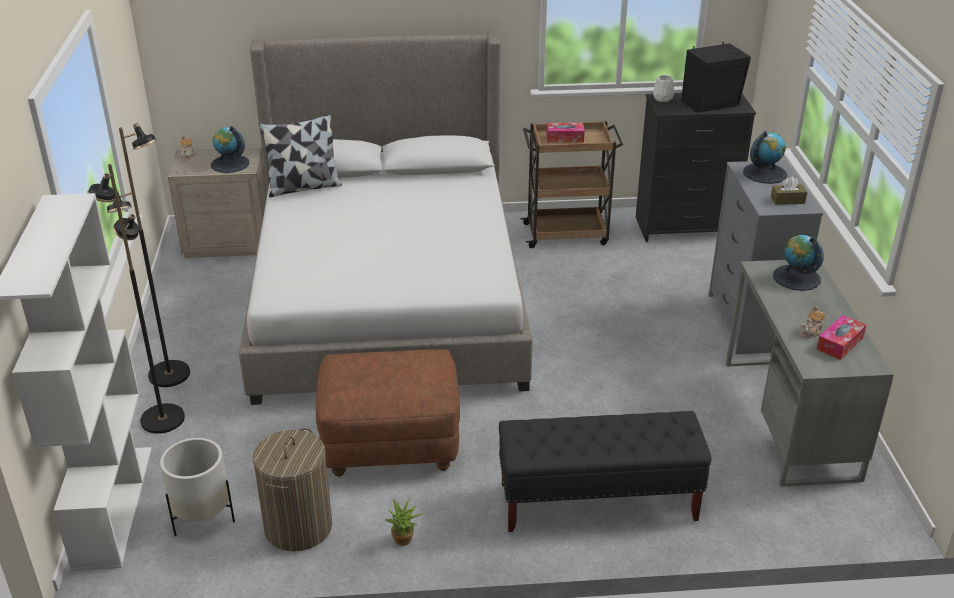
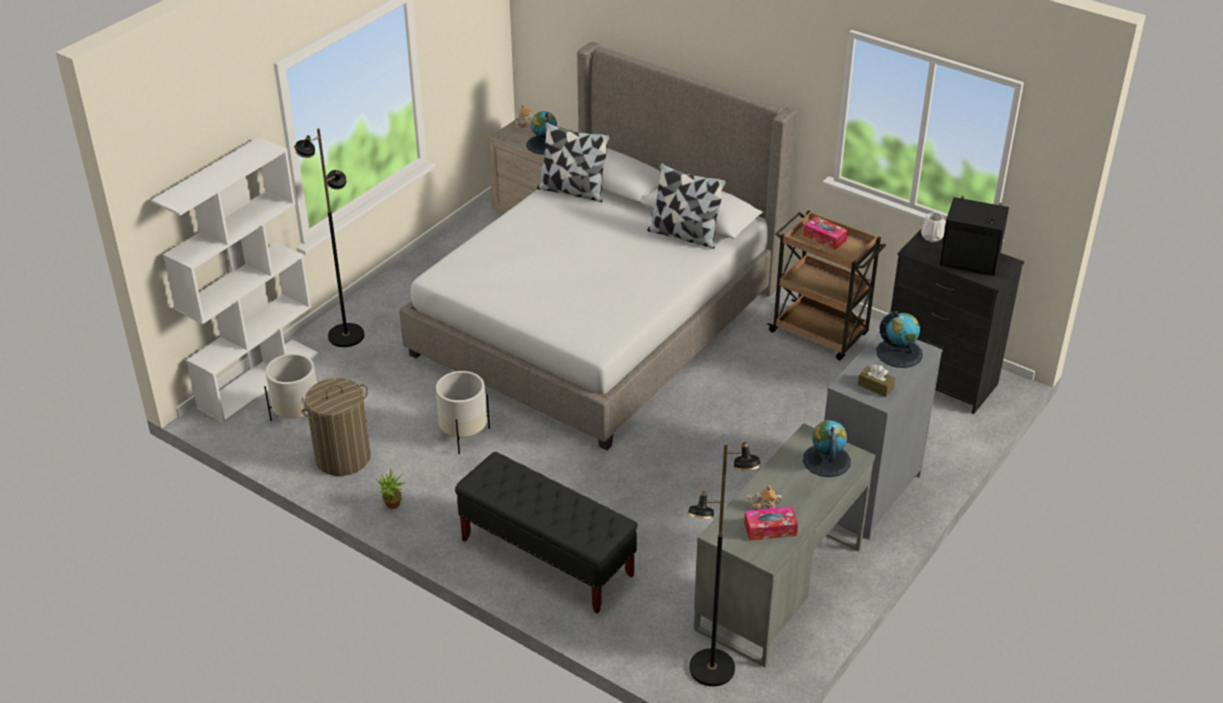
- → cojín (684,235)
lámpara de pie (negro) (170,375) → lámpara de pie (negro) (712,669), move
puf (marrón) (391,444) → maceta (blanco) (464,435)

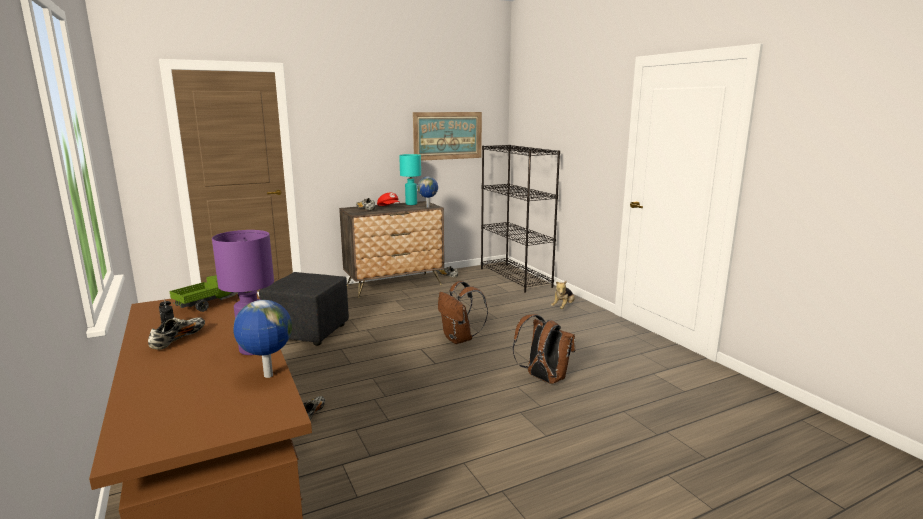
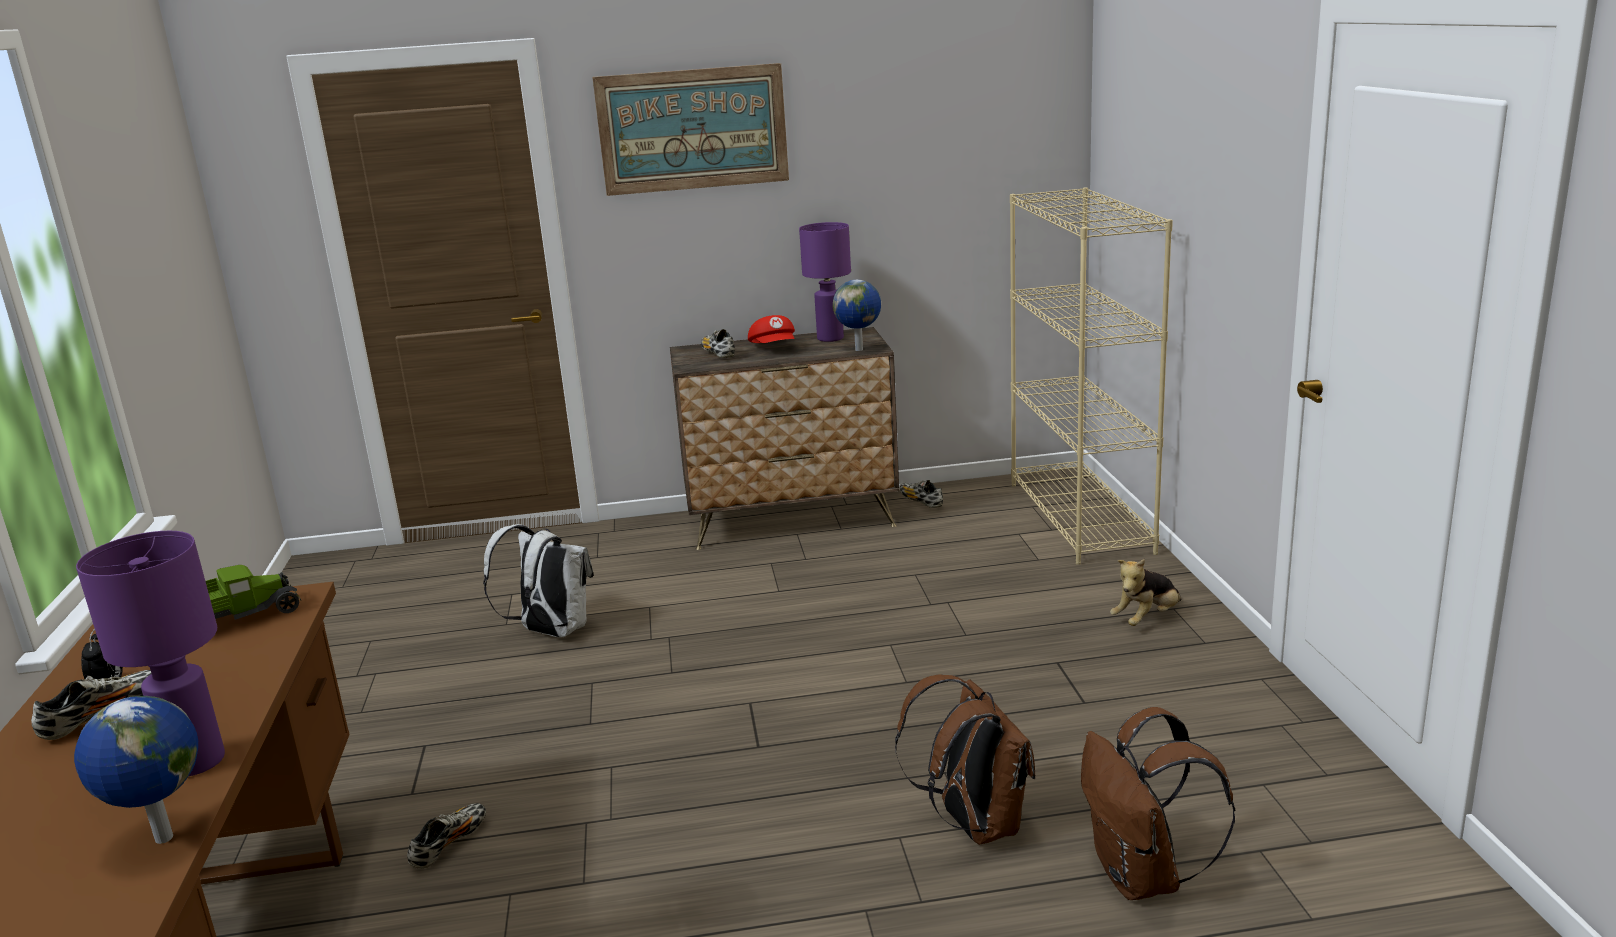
cuadro (448,135) → cuadro (692,129), move
mochila (marrón) (459,339) → mochila (marrón) (1142,877), move
puf (negro) (307,332) → mochila (blanco) (551,632)
lámpara de mesa (turquesa) (411,204) → lámpara de mesa (morado) (829,338)
estantería (negro) (515,277) → estantería (beis) (1080,517)

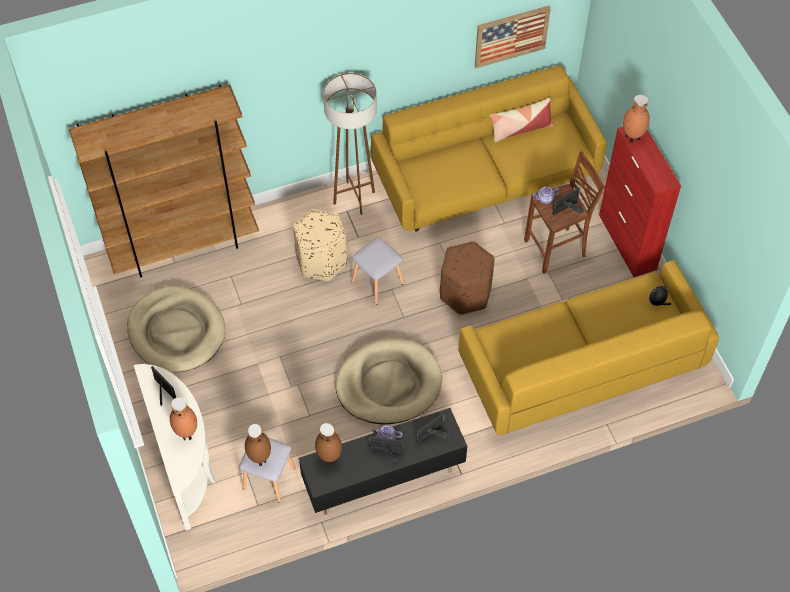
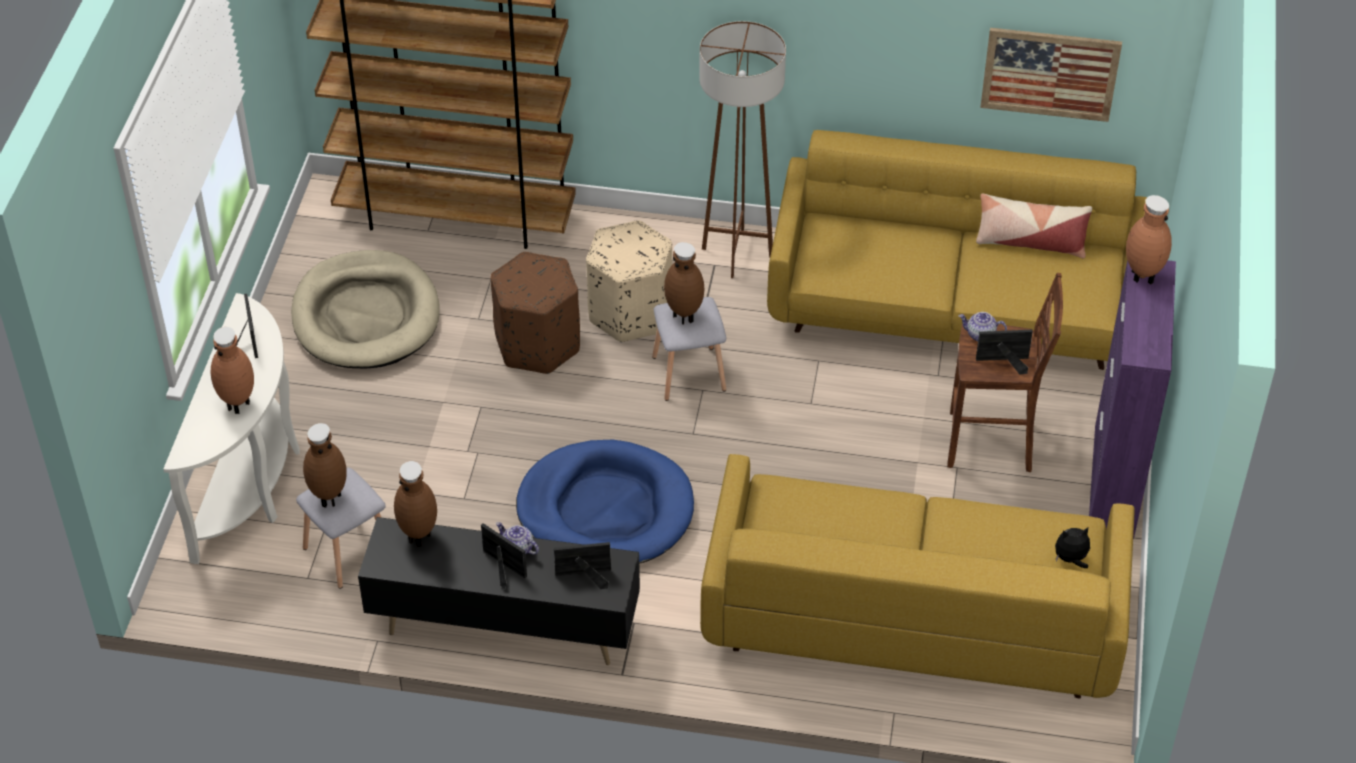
- → florero (marrón) (685,316)
puf (marrón) (465,293) → puf (marrón) (538,344), move
cama para perro (beis) (388,384) → cama para perro (azul) (605,510)
armario (rojo) (627,242) → armario (morado) (1113,481)

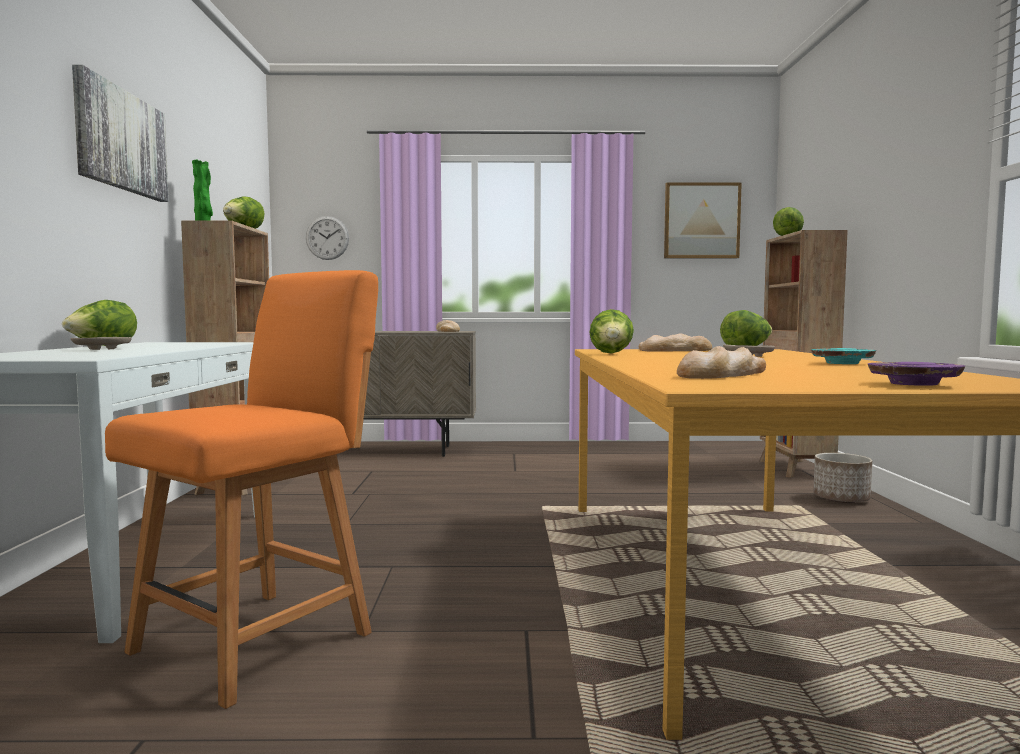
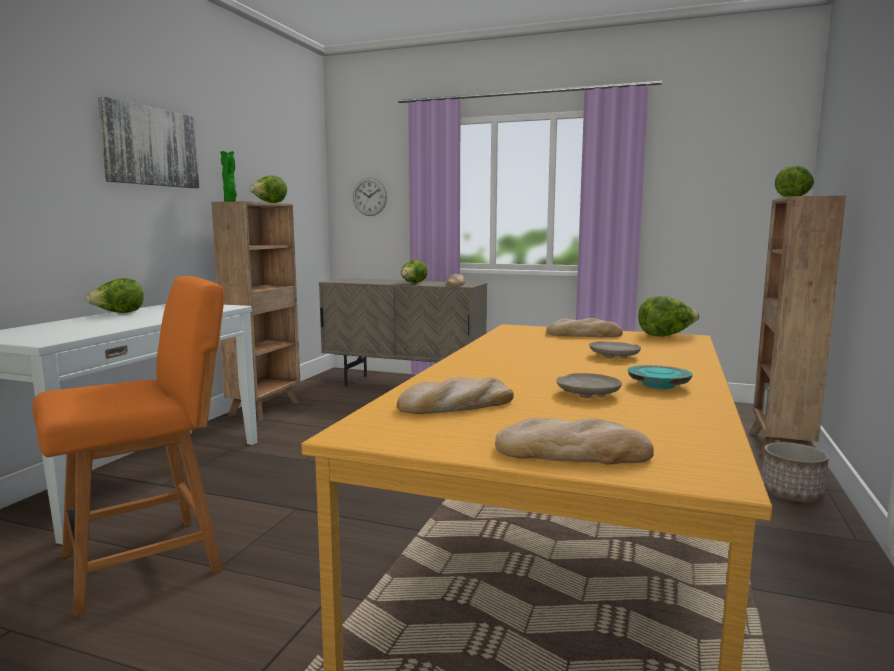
cuadro (701,221) → -
plato (beis) (102,349) → plato (beis) (587,394), move
lechuga (611,353) → lechuga (413,283), move
plato (morado) (913,384) → pan (572,452)

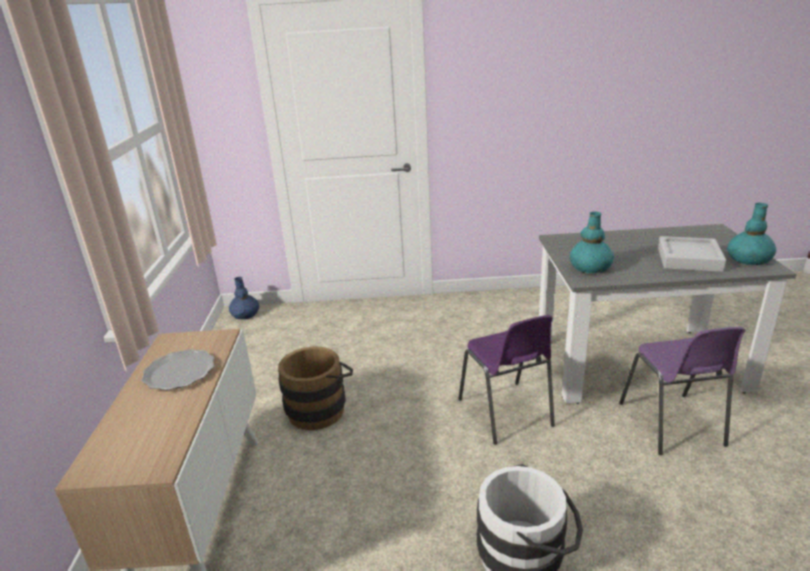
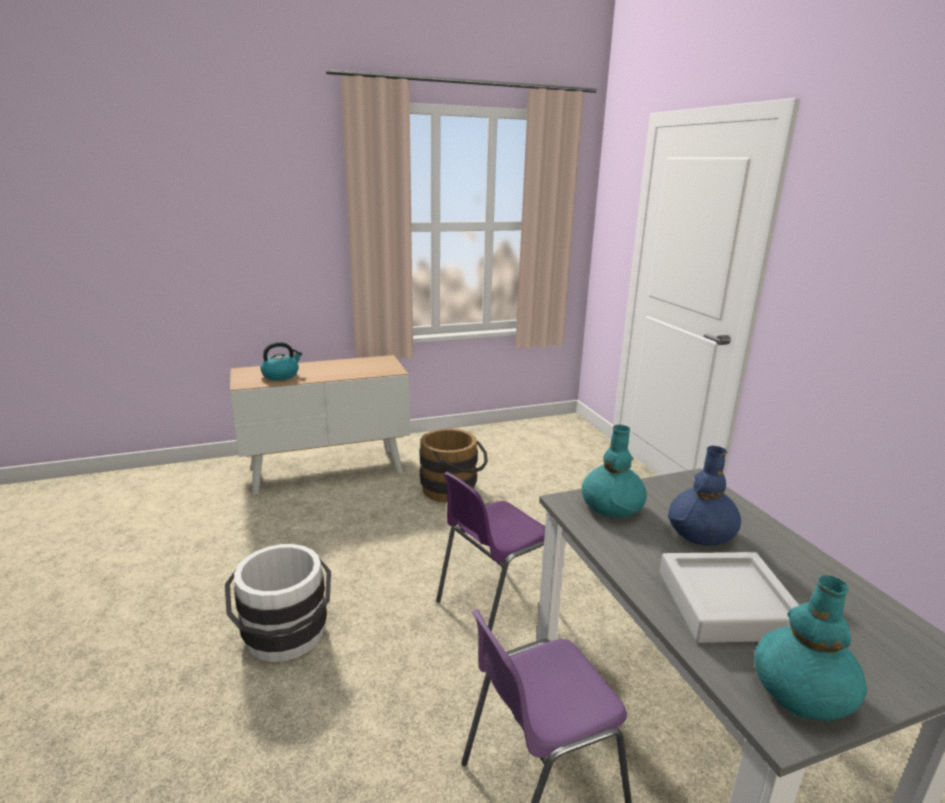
plato (179,373) → -
- → hervidor (281,375)
florero (azul) (245,314) → florero (azul) (701,532), move

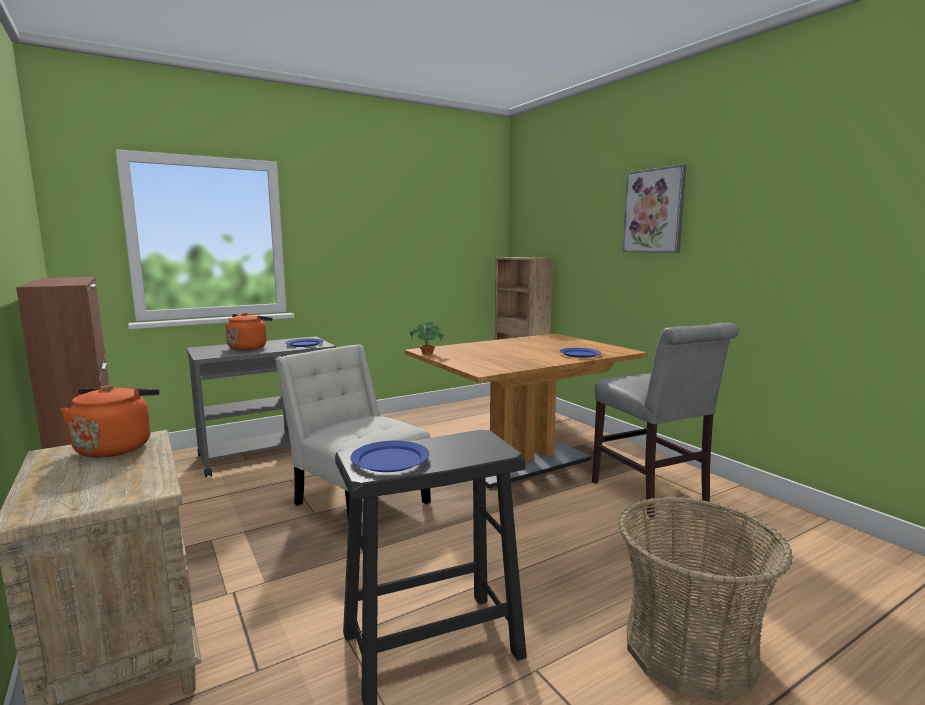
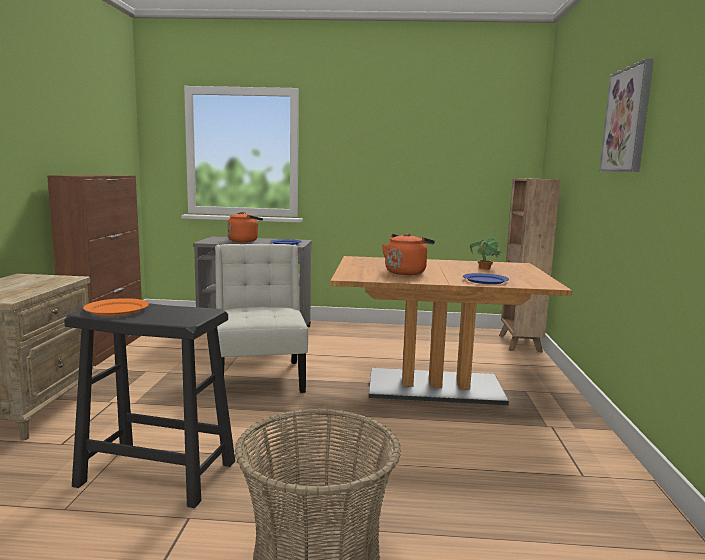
silla (gris) (653,494) → -
hervidor (naranja) (116,447) → hervidor (naranja) (406,272), move
planta en maceta (427,353) → planta en maceta (484,268), move
plato (azul) (389,460) → plato (naranja) (116,309)

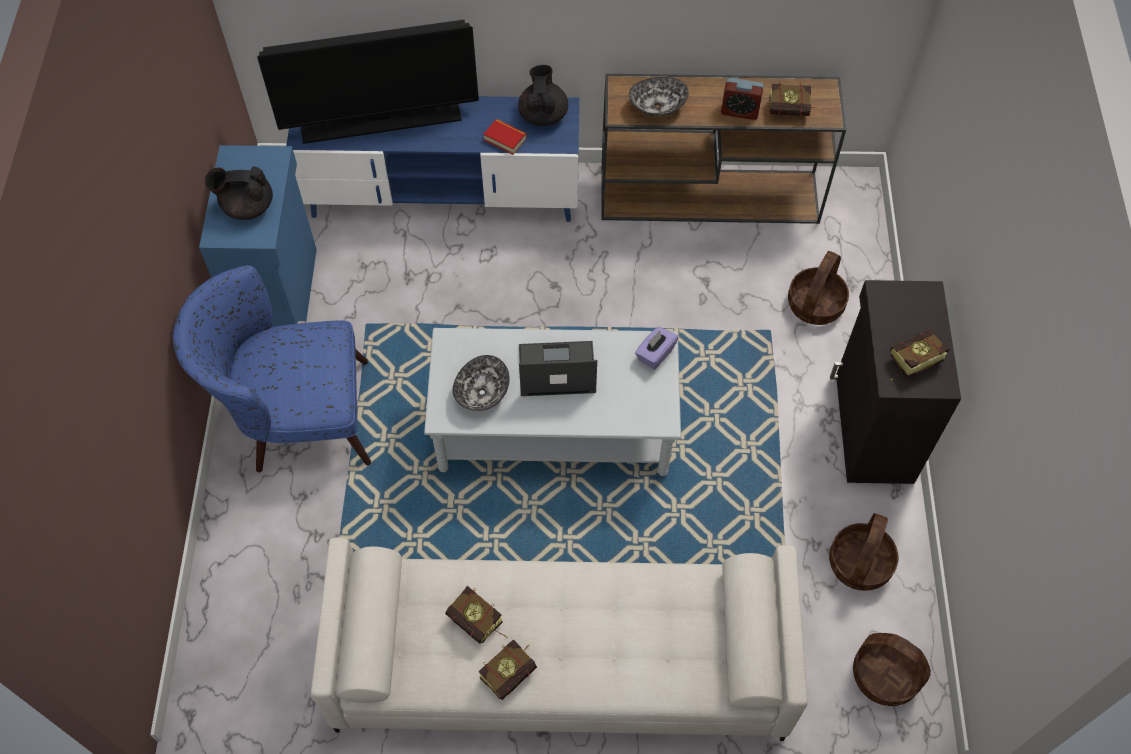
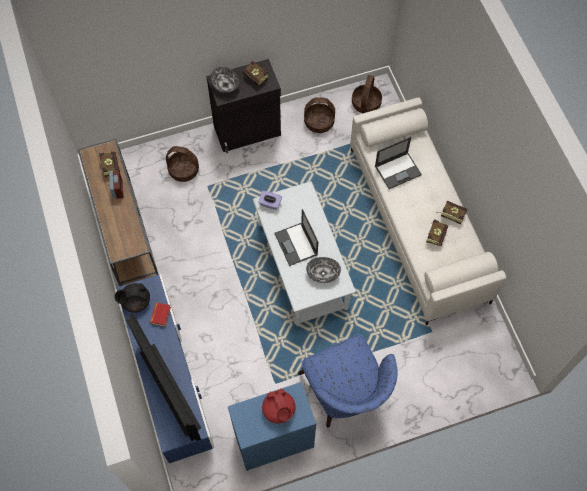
- → portátil (398,170)
cuenco (657,107) → cuenco (225,85), move
tetera (negro) (247,206) → tetera (rojo) (279,410)

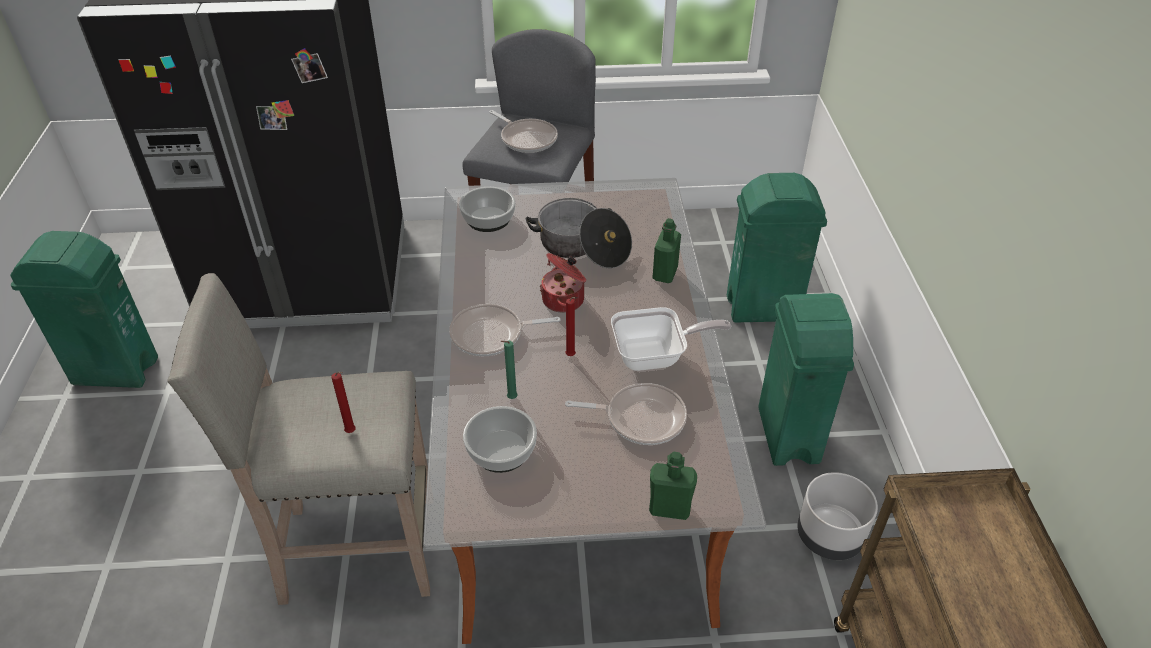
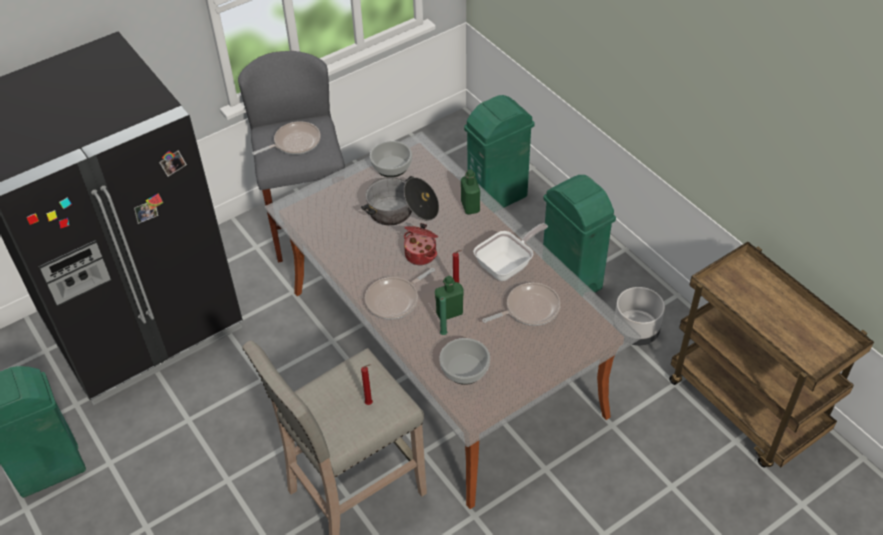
cuenco (488,219) → cuenco (391,166), move
botella (verde) (669,508) → botella (verde) (449,313), move
sartén (526,139) → sartén (294,143), 45 degrees counterclockwise

